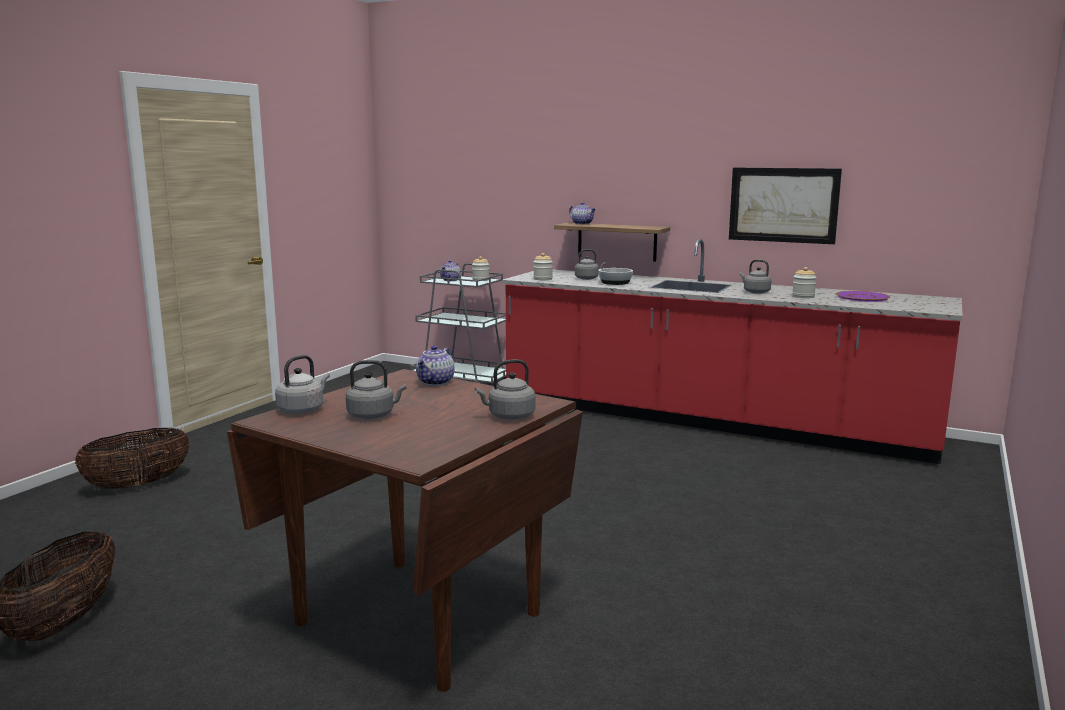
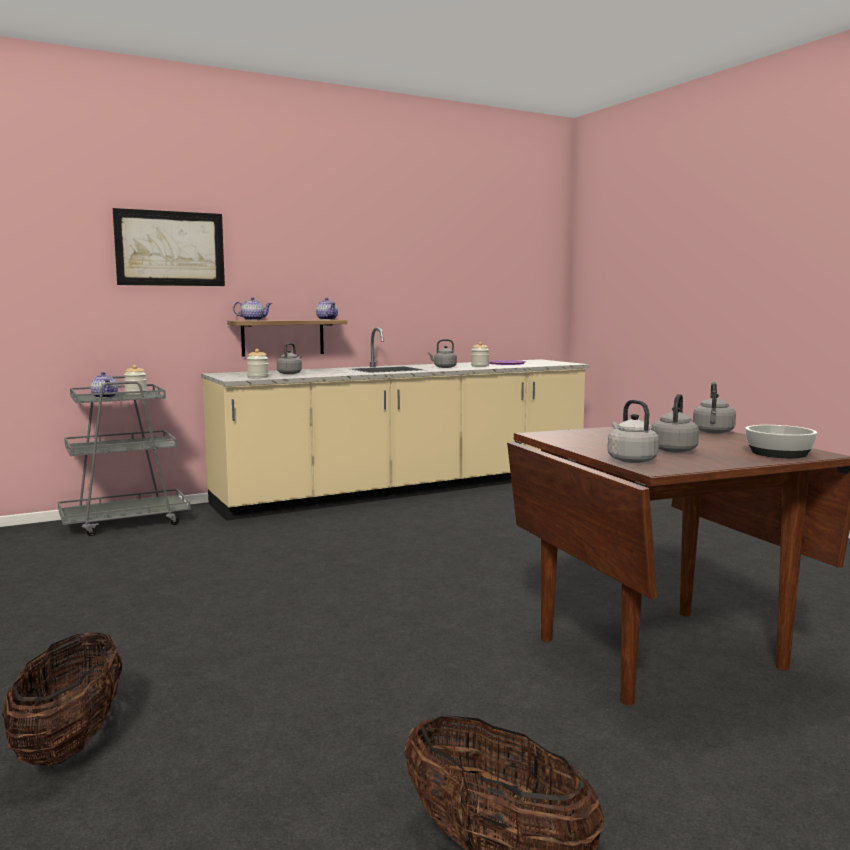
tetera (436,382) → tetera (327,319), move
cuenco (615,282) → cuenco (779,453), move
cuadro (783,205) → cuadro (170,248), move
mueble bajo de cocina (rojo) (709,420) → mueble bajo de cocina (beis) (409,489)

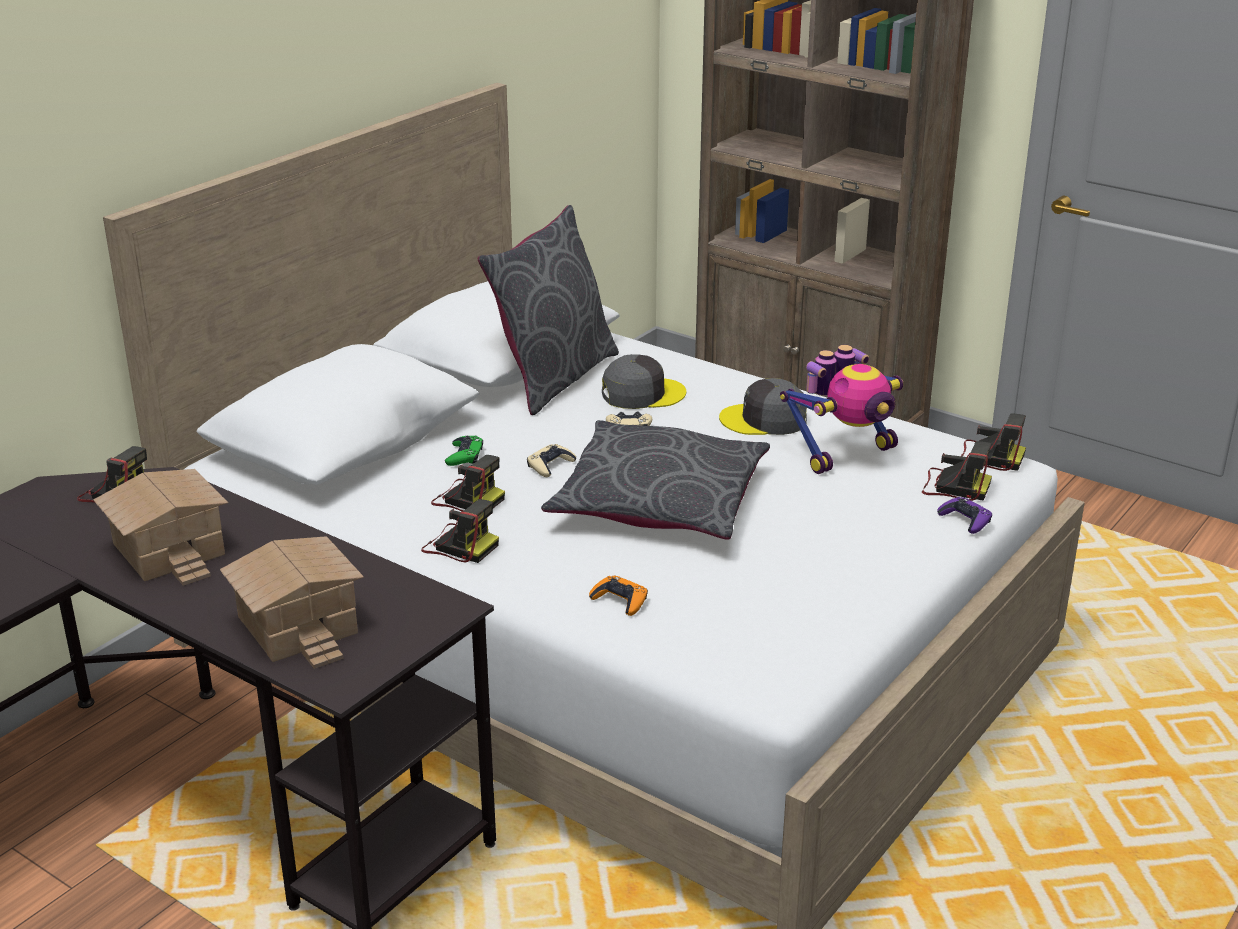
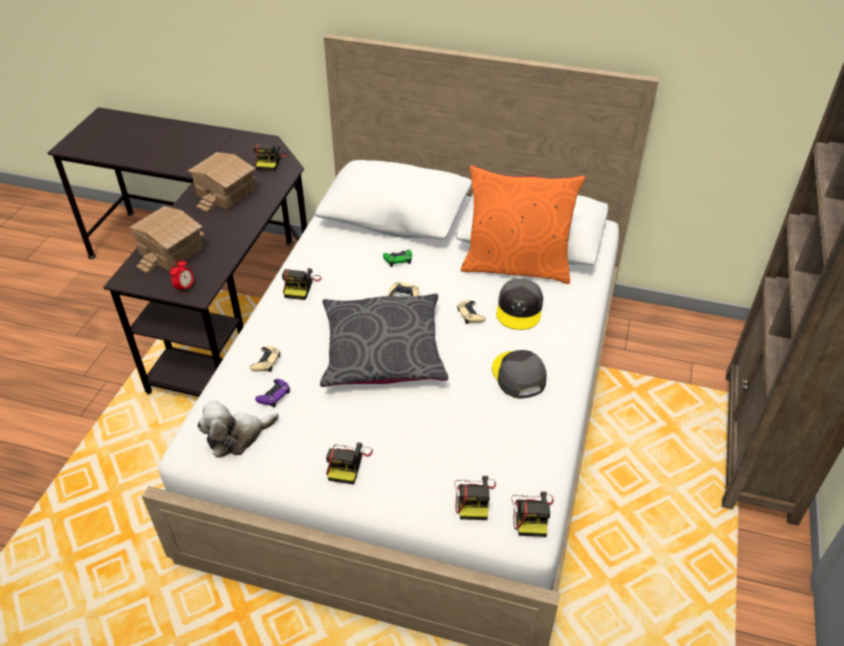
robot de juguete (844,453) → -
- → despertador (185,288)
- → peluche (237,437)
cámara (467,499) → cámara (348,463), move
mando de consola (morado) (965,520) → mando de consola (morado) (274,395), move
cojín (gris) (553,378) → cojín (naranja) (516,266)
mando de consola (naranja) (620,600) → mando de consola (beis) (266,362)
gorra (gris) (642,393) → gorra (gris) (519,309), 45 degrees clockwise

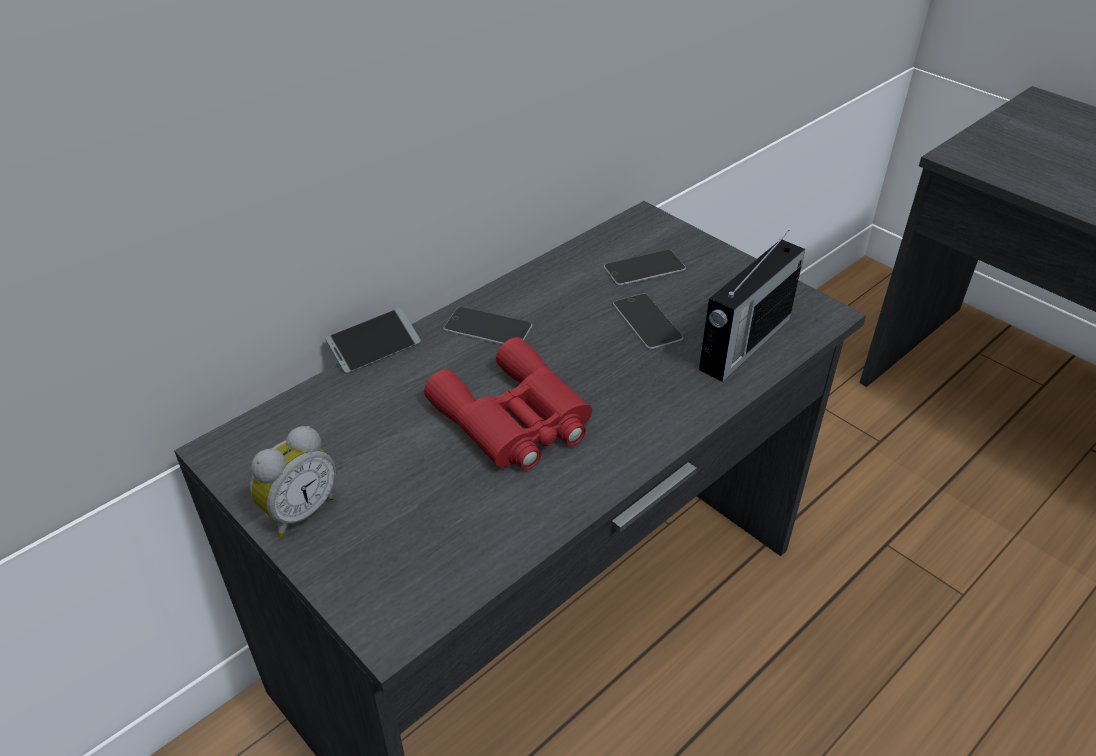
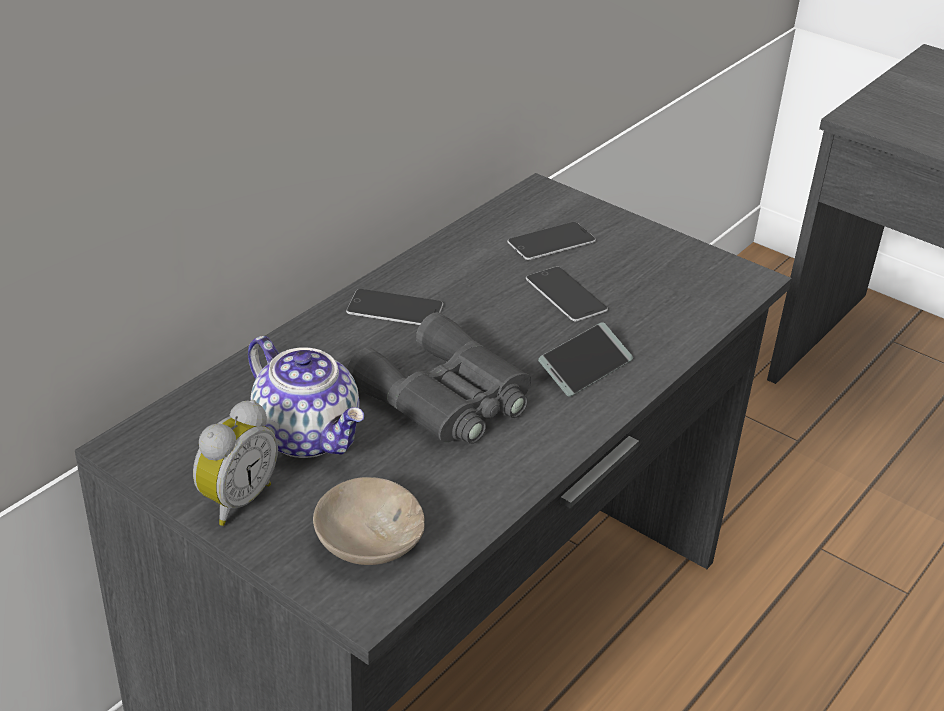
radio (743,344) → -
- → tetera (308,435)
- → cuenco (beis) (365,541)
móvil (375,348) → móvil (585,368), move
prismáticos (rojo) (515,420) → prismáticos (gris) (447,398)

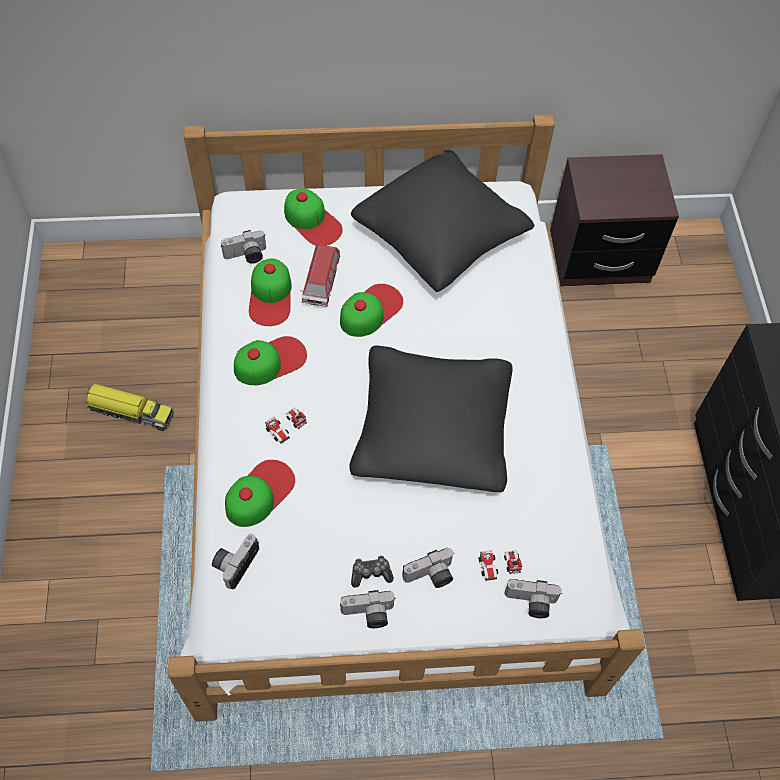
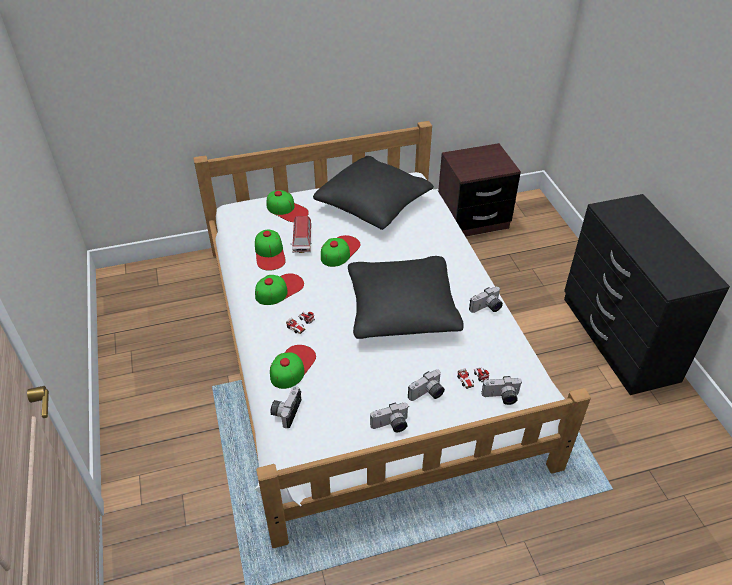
camión de juguete (130,411) → -
mando de consola (371,573) → -
cámara (246,256) → cámara (487,308), move

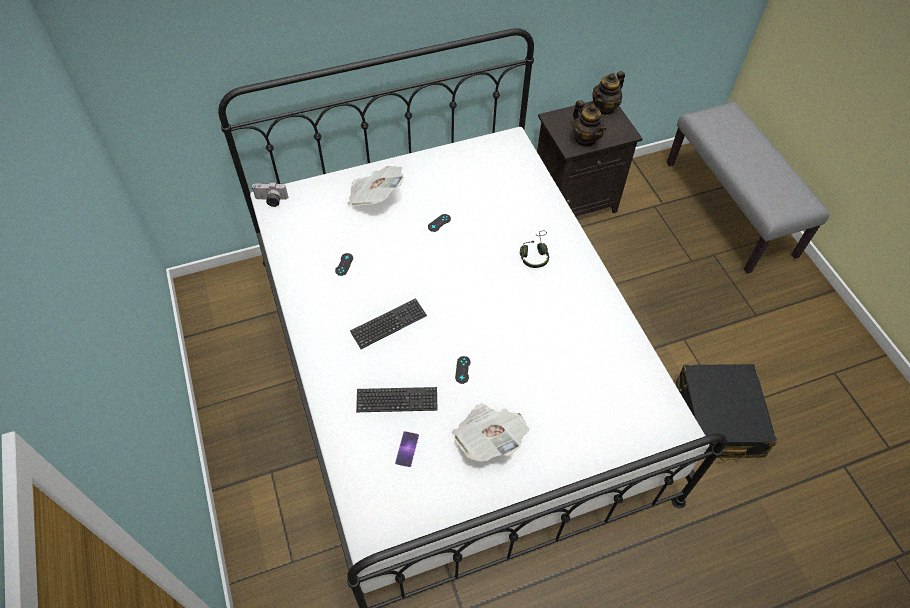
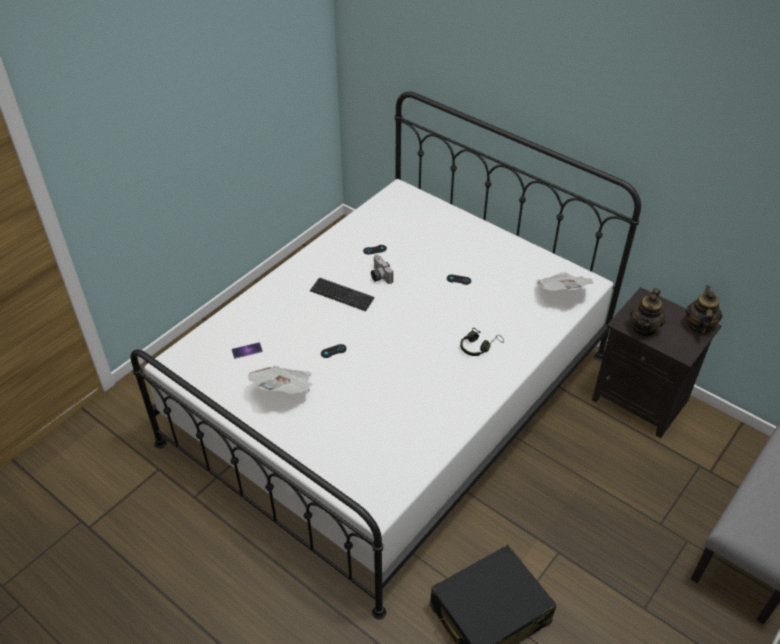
teclado (397,400) → -
cámara (271,200) → cámara (379,276), move
periódico (375,196) → periódico (562,292), move
tetera (605,108) → tetera (698,326), 90 degrees clockwise

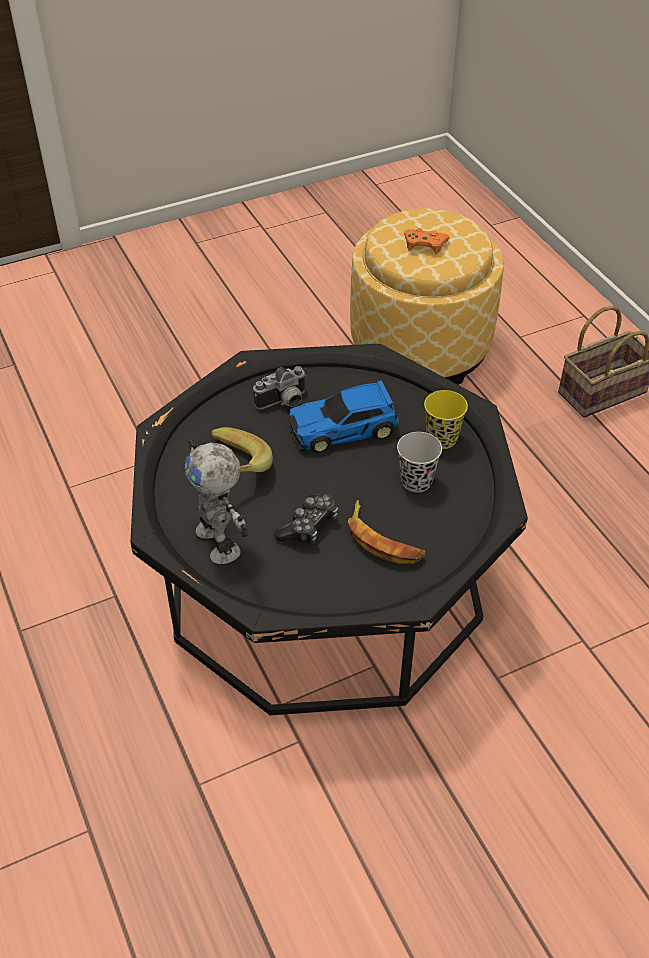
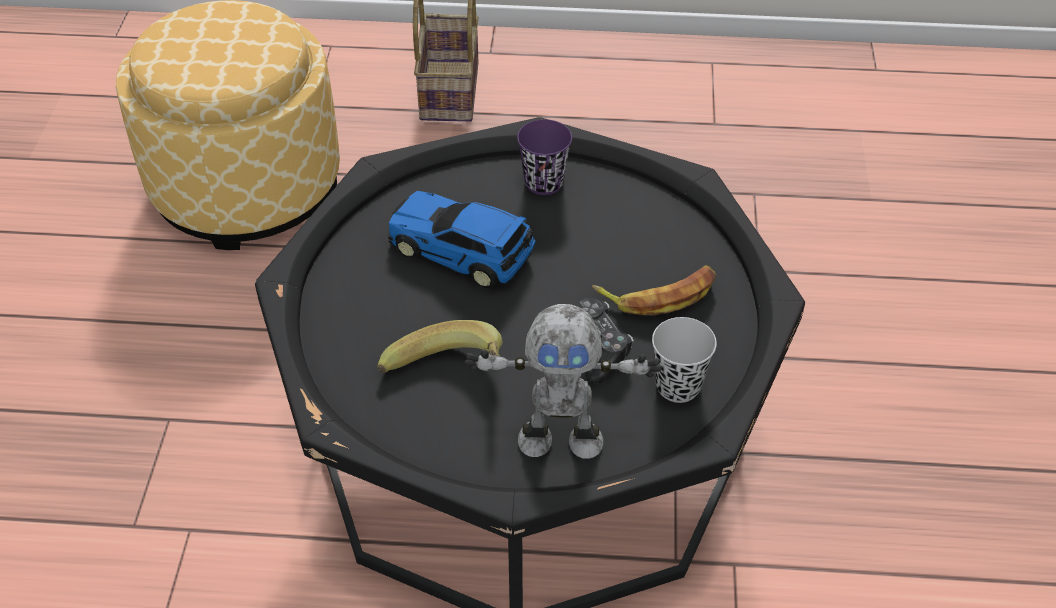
cámara (284,402) → -
mando de consola (naranja) (425,244) → -
taza (negro) (416,481) → taza (negro) (678,386), move
taza (amarillo) (442,438) → taza (morado) (544,183)
coche de juguete (345,428) → coche de juguete (463,251), 105 degrees clockwise

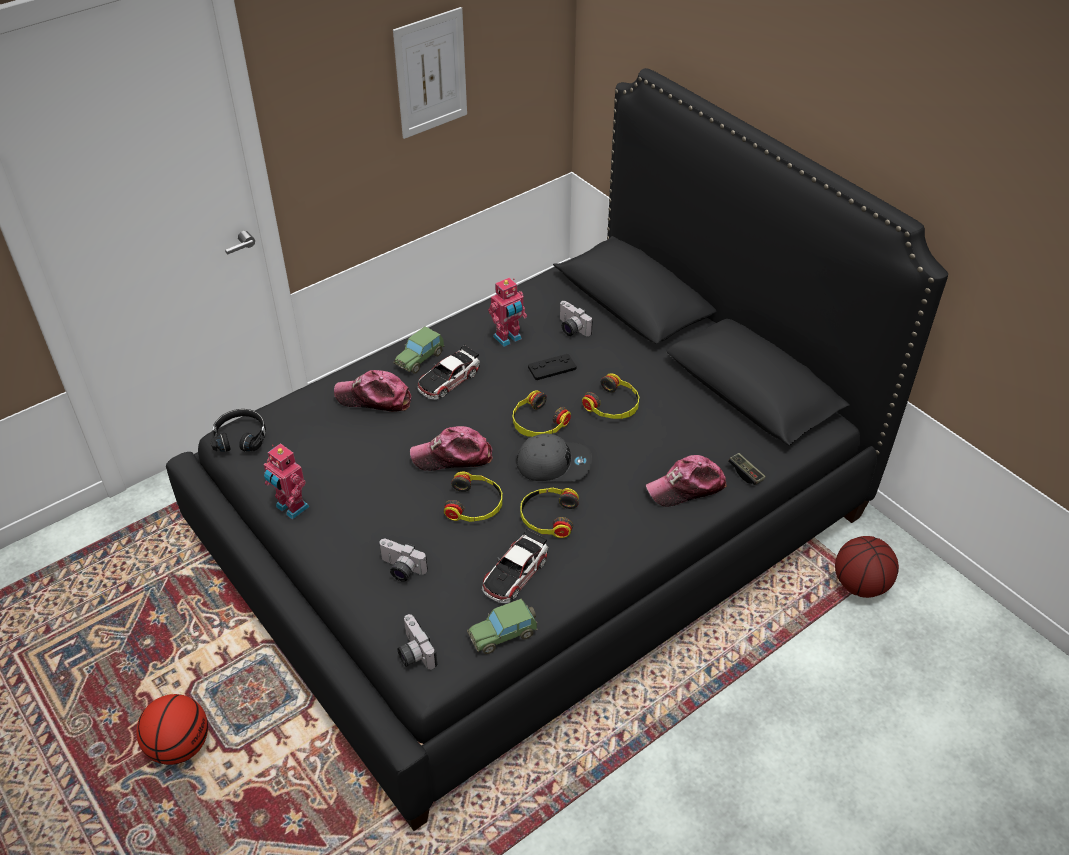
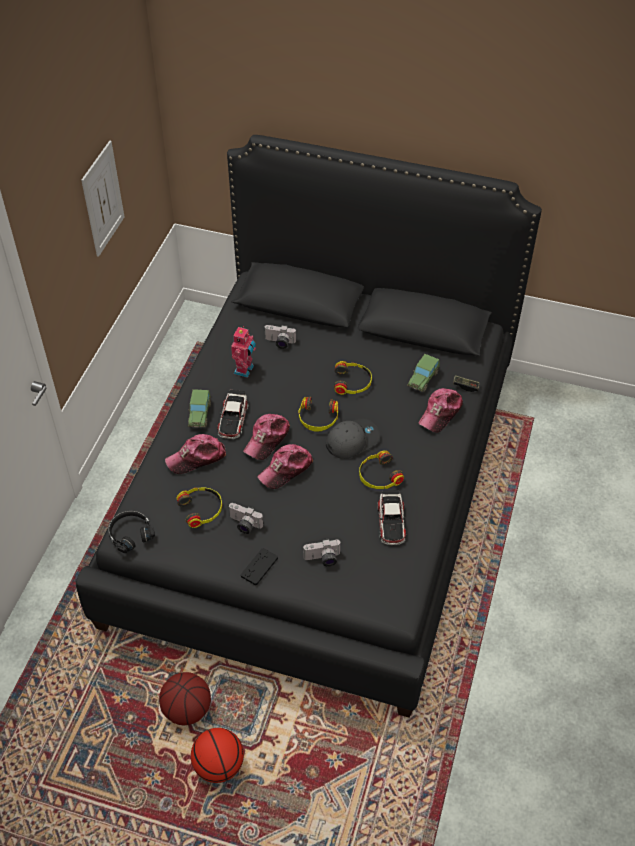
robot de juguete (291,508) → -
- → gorra (267,439)
cámara (413,653) → cámara (244,525), move
auriculares (475,504) → auriculares (201,509), move
coche de juguete (503,635) → coche de juguete (423,379), move
mando de consola (negro) (552,368) → mando de consola (negro) (259,567), move
balón de baloncesto (860,584) → balón de baloncesto (187,709), move

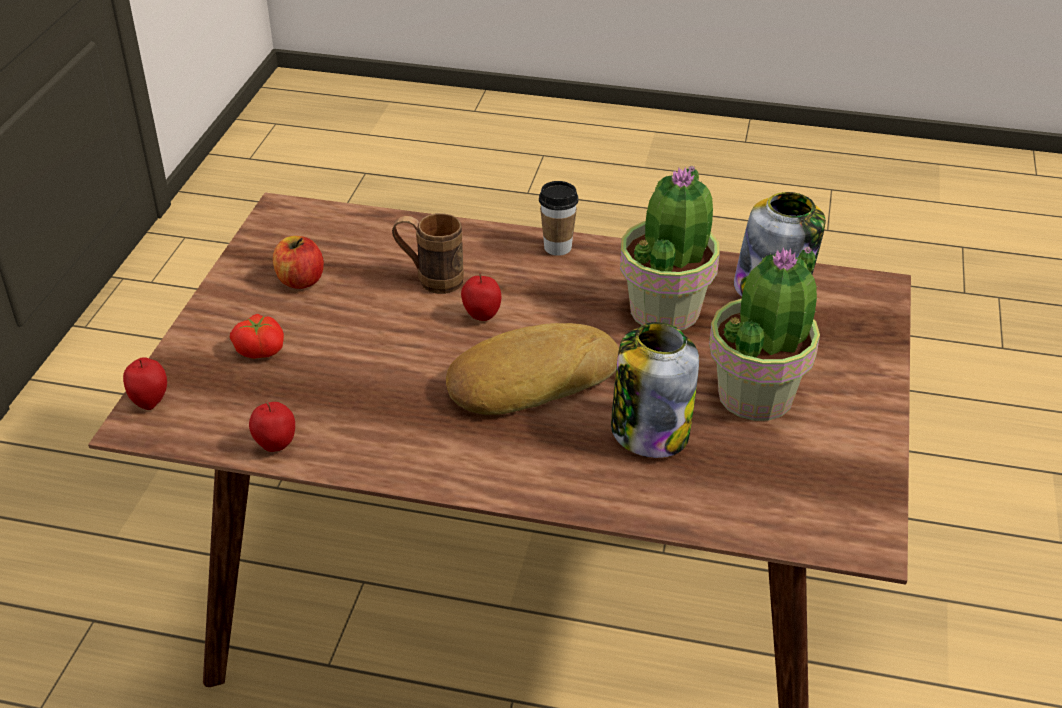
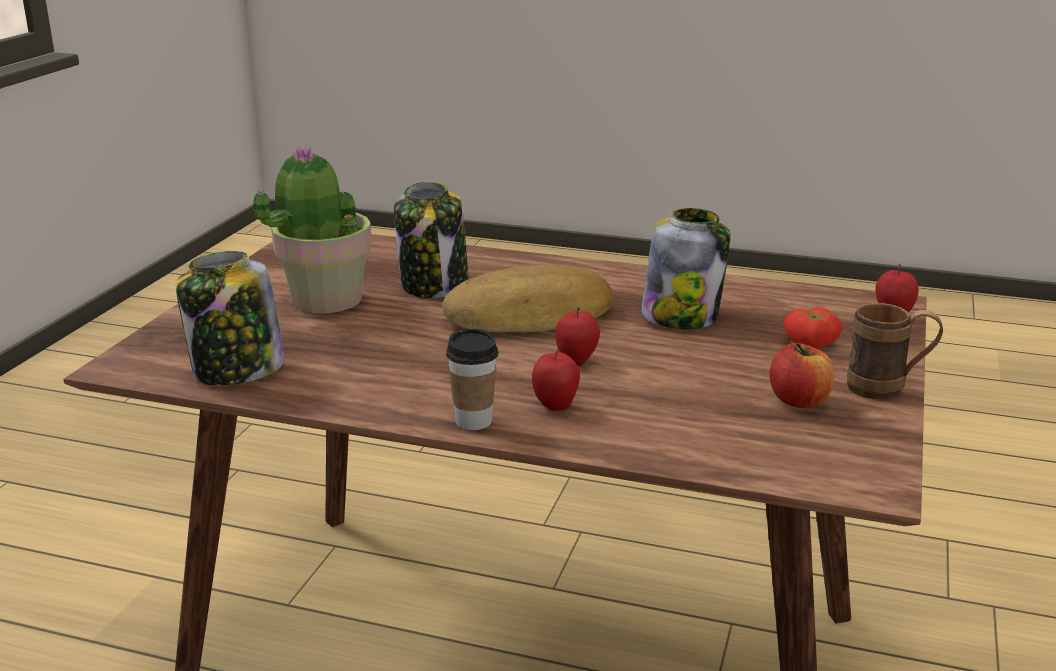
planta en maceta (666,310) → -
- → tarro (681,316)
manzana (275,446) → manzana (555,406), move
taza grande (marrón) (430,279) → taza grande (marrón) (888,389), move

